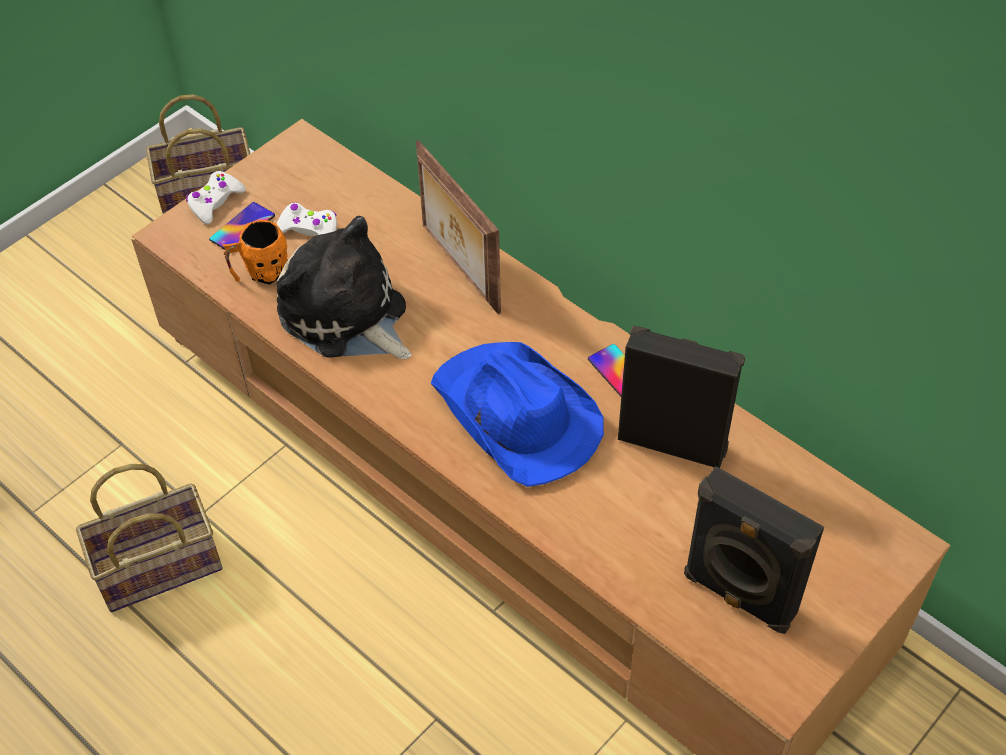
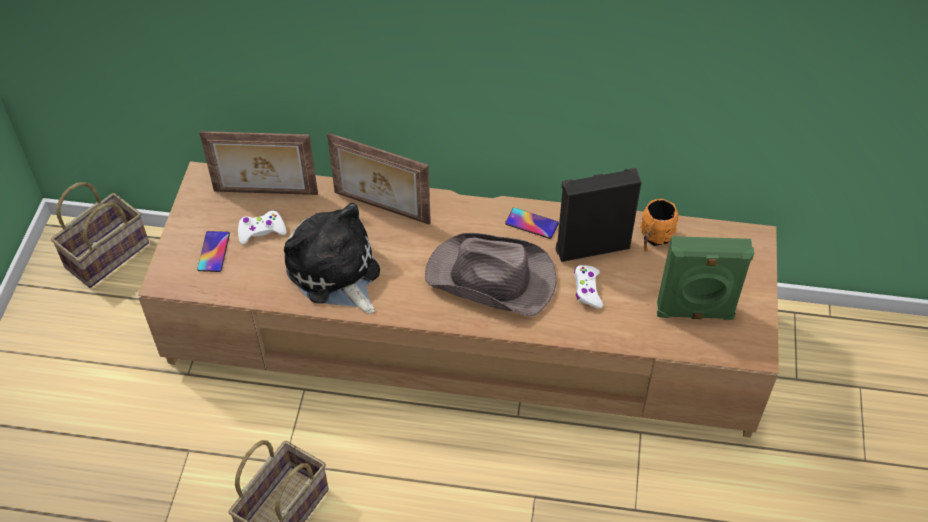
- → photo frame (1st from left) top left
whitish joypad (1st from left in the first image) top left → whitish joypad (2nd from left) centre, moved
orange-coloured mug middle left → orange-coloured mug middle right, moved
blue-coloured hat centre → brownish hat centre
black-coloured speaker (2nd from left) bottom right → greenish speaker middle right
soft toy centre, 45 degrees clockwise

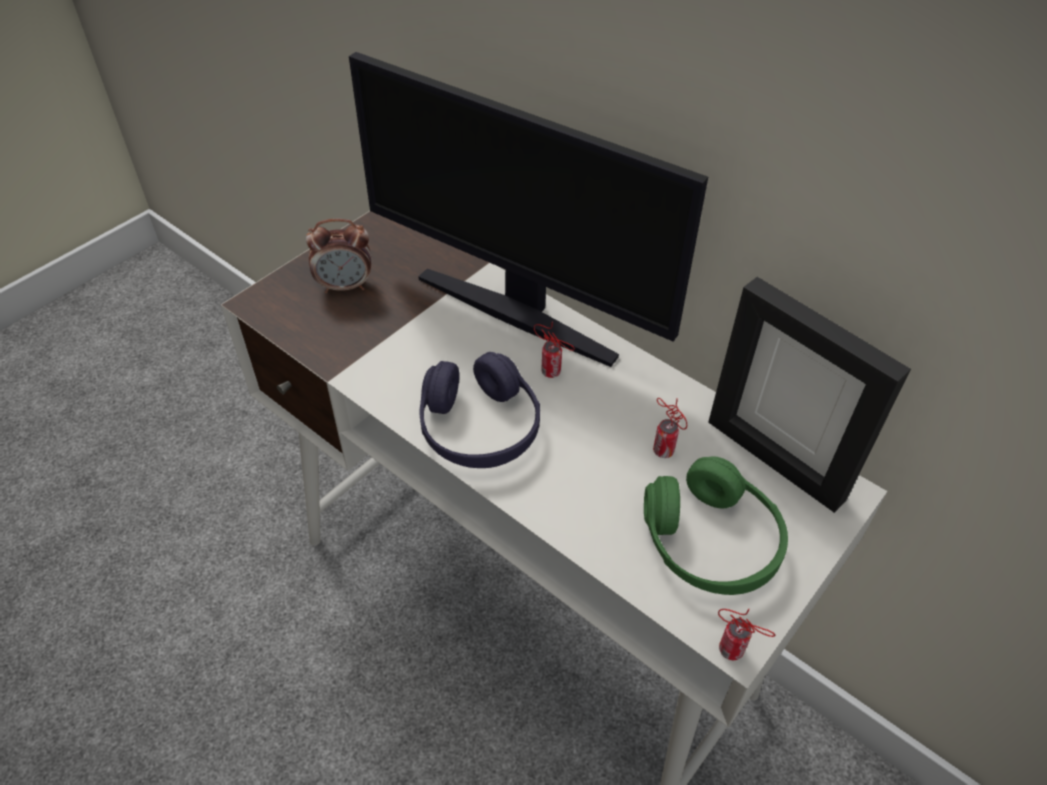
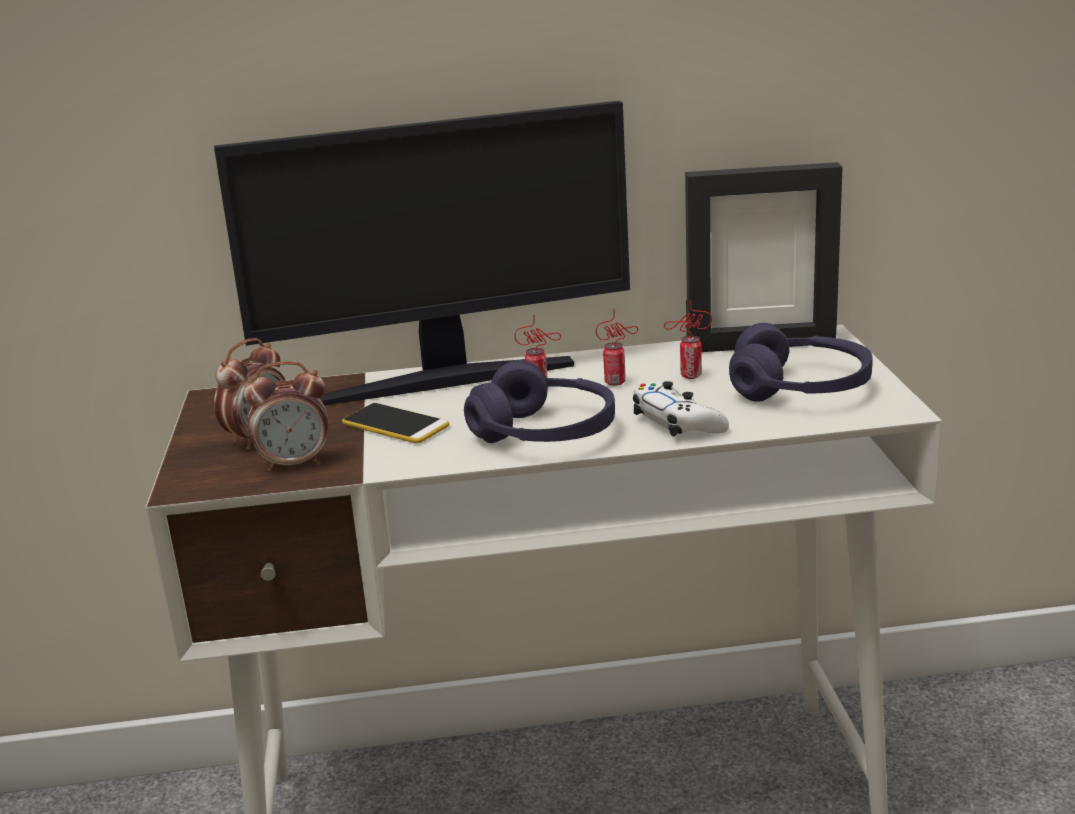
- → table clock (2nd from left) middle left
- → handset centre
- → whitish joypad centre
can (3rd from left in the first image) bottom right → can (2nd from left) centre, moved
greenish headset bottom right → purplish headset (2nd from left) middle right

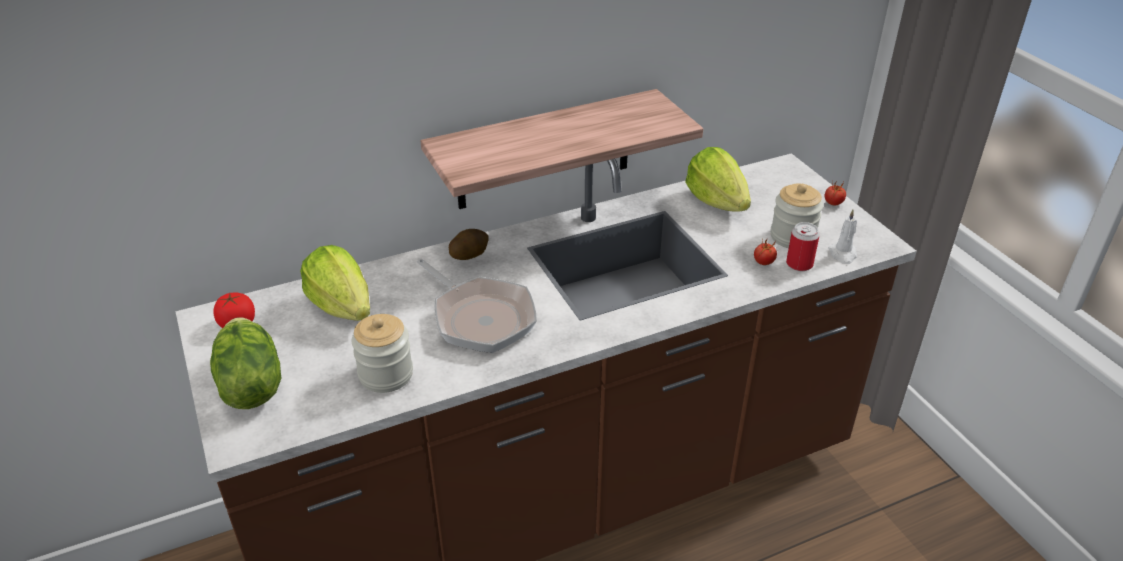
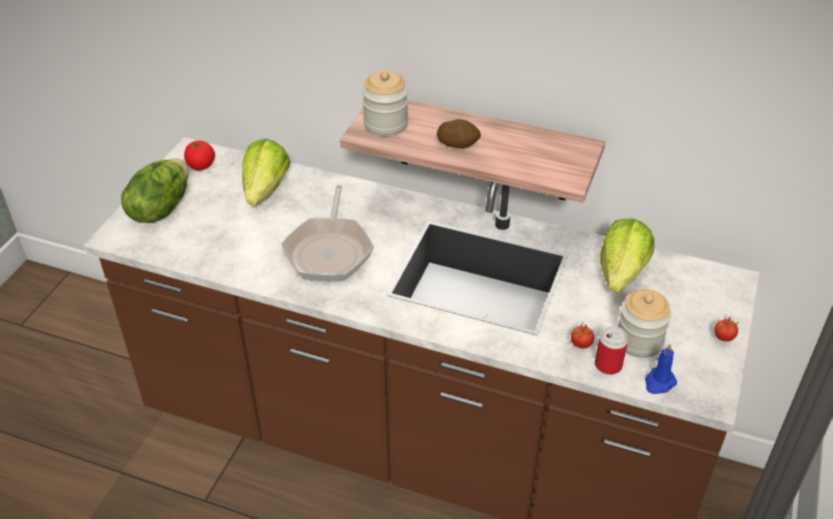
jar (1st from left) centre → jar (1st from left) top centre, moved
potato centre → potato top centre, moved
whitish candle middle right → blue-coloured candle bottom right

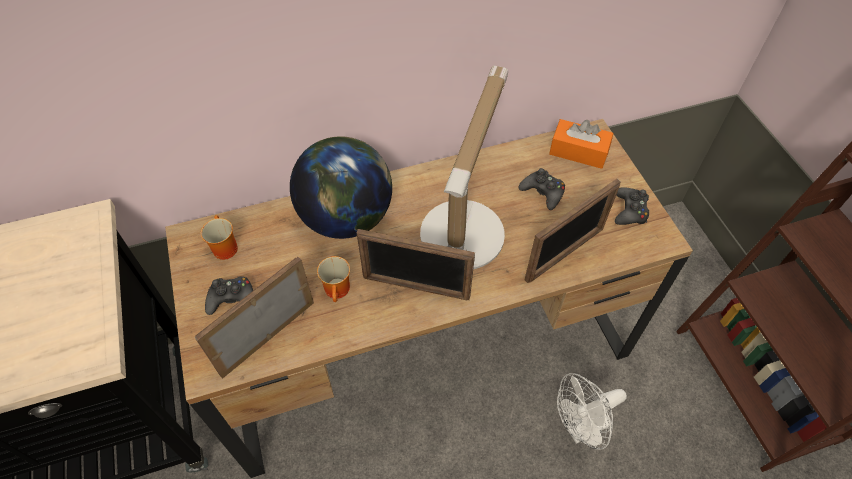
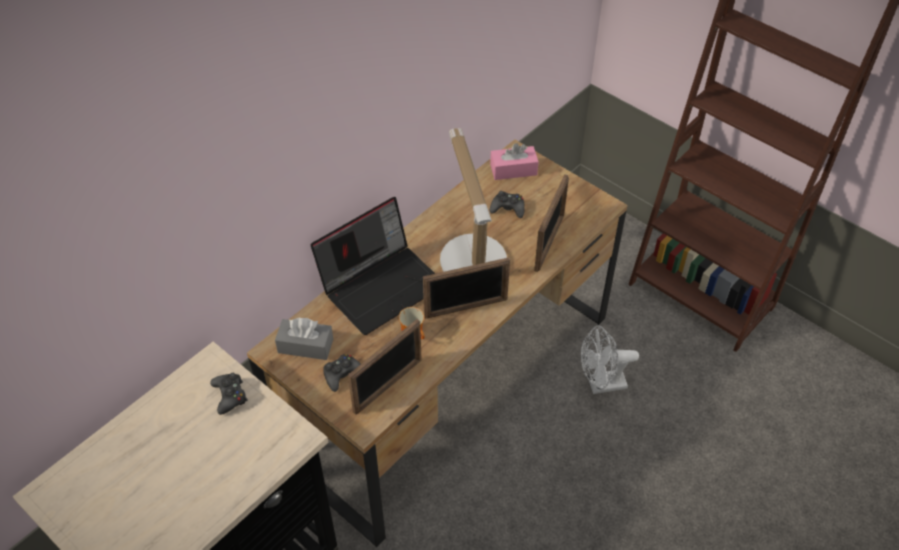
black-coloured joypad (3rd from left in the first image) middle right → black-coloured joypad (1st from left) bottom left, moved
mug (1st from left) middle left → greyish box of tissues centre
world globe centre → notebook computer centre
orange-coloured box of tissues top right → pinkish box of tissues top centre
photo frame (1st from left) middle left → photo frame (1st from left) bottom centre, 150 degrees counterclockwise
whitish fan bottom right → whitish fan middle right, 45 degrees clockwise

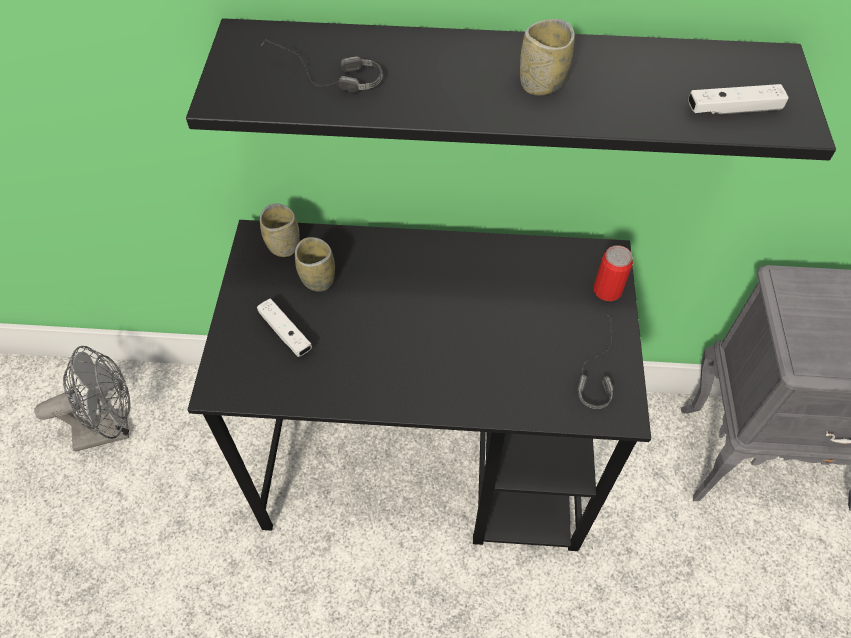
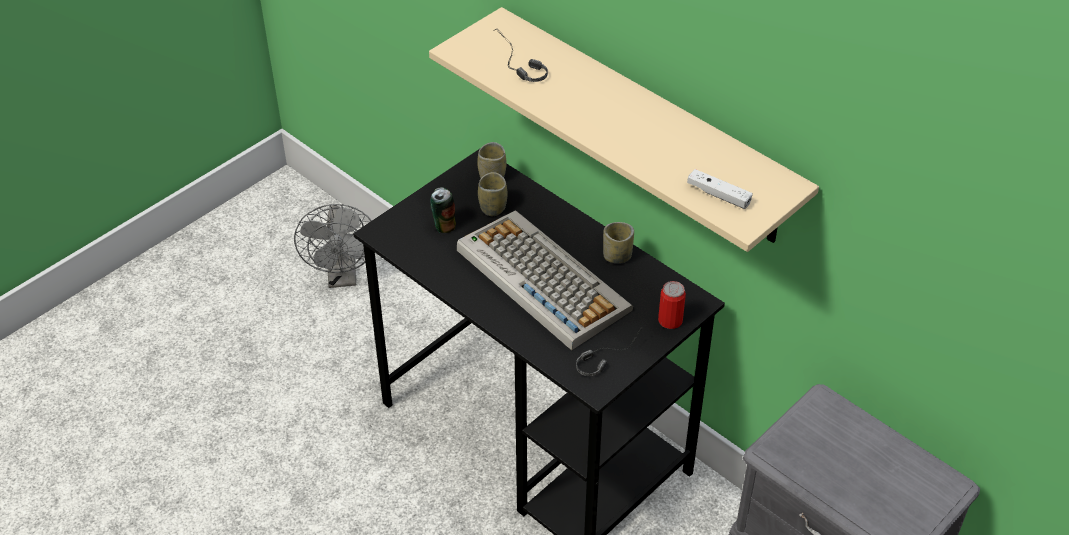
- → keyboard centre
small cup (3rd from left) top centre → small cup (3rd from left) centre, moved
whitish joypad (1st from left) centre → can (1st from left) centre
black-coloured shelf top centre → beige shelf top centre
greyish fan middle left, 60 degrees clockwise

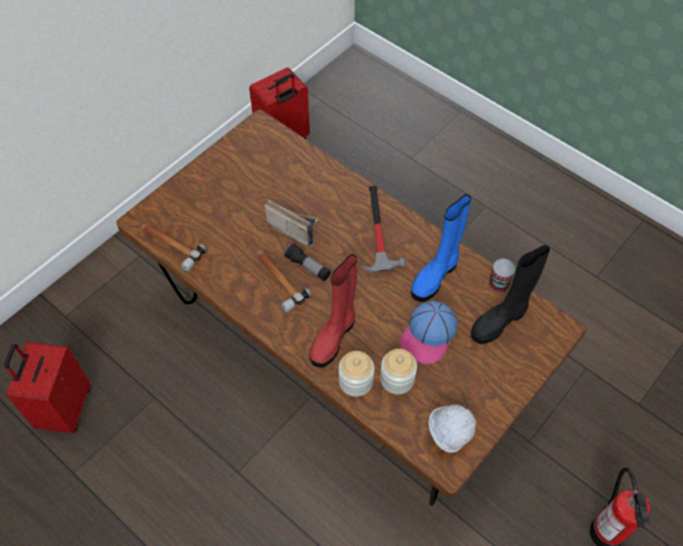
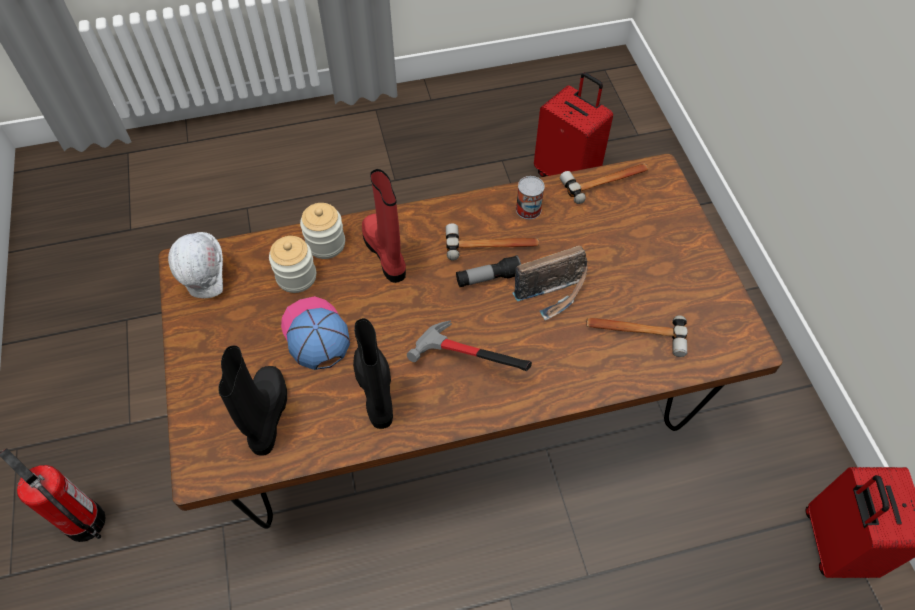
- → hammer (4th from left) middle right
can middle right → can top centre, moved
blue-coloured high-top boot centre → black-coloured high-top boot (2nd from left) centre

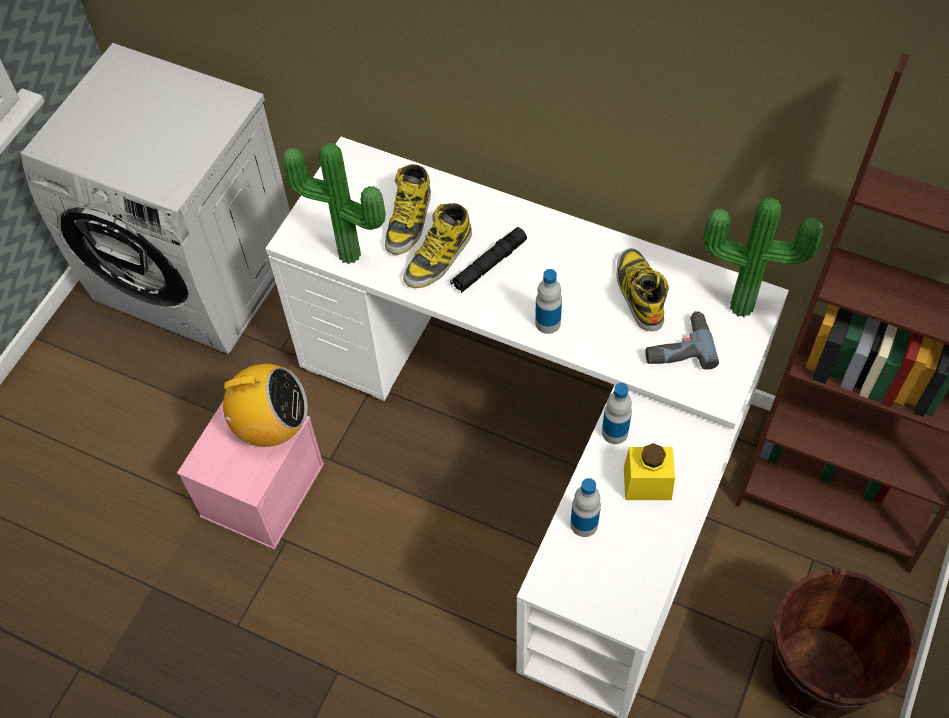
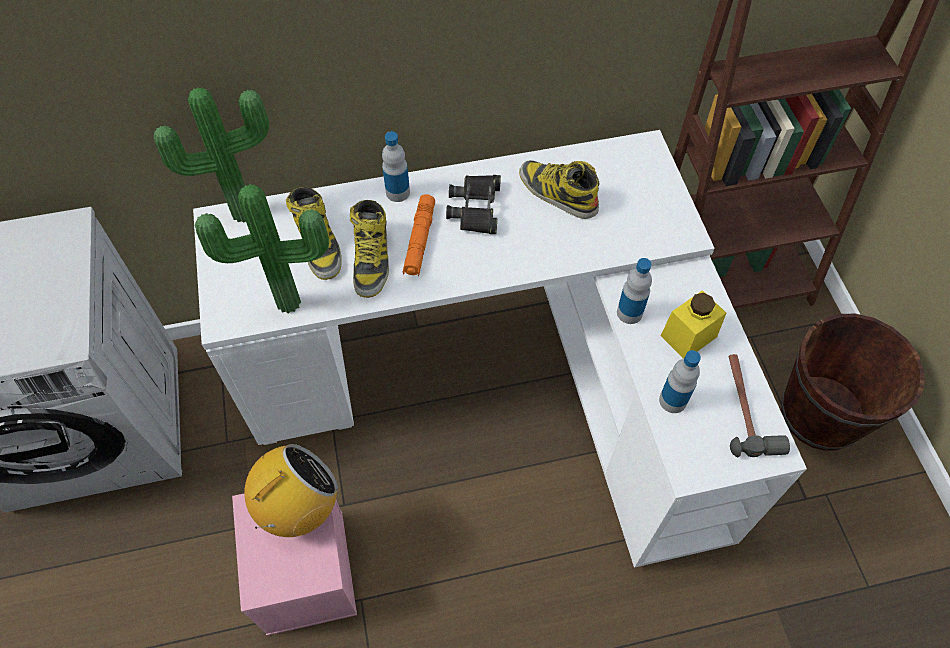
drill middle right → -
- → black-coloured pair of binoculars top centre
- → hammer middle right
bottle (1st from left) centre → bottle (1st from left) top centre, moved
houseplant (2nd from left in the first image) middle right → houseplant (1st from left) top left, moved
black-coloured flashlight centre → orange-coloured flashlight centre

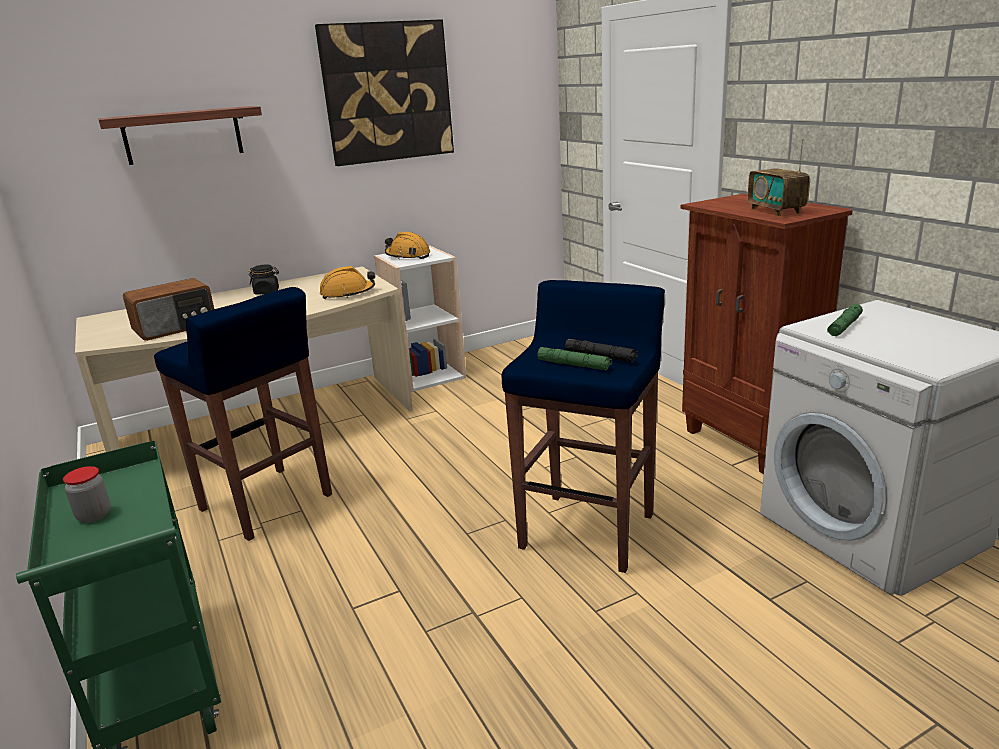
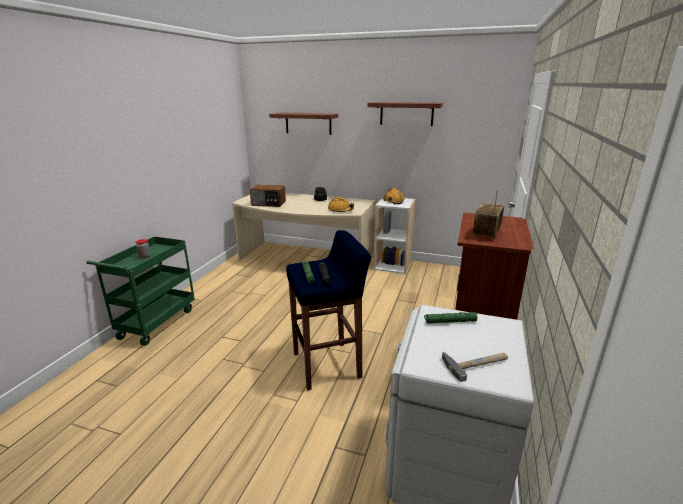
blue-coloured stool (1st from left) middle left → -
- → hammer bottom right
picture top centre → shelf (2nd from left) top centre

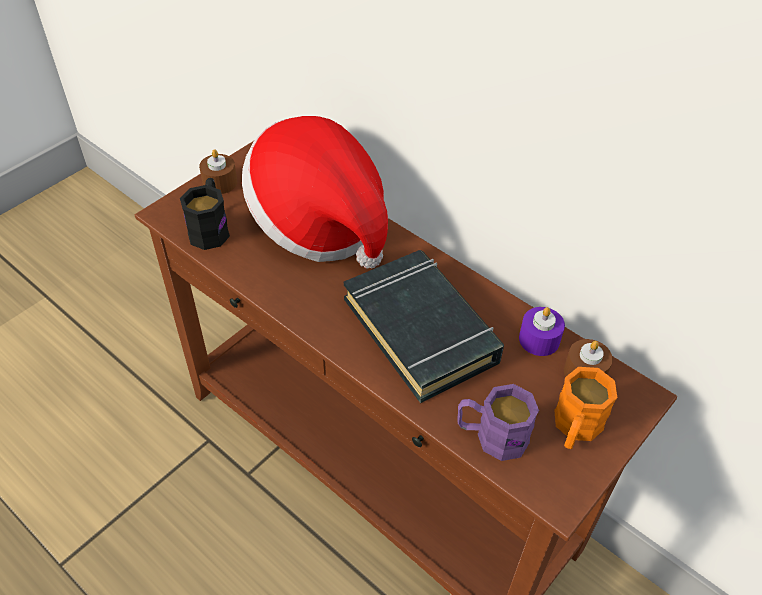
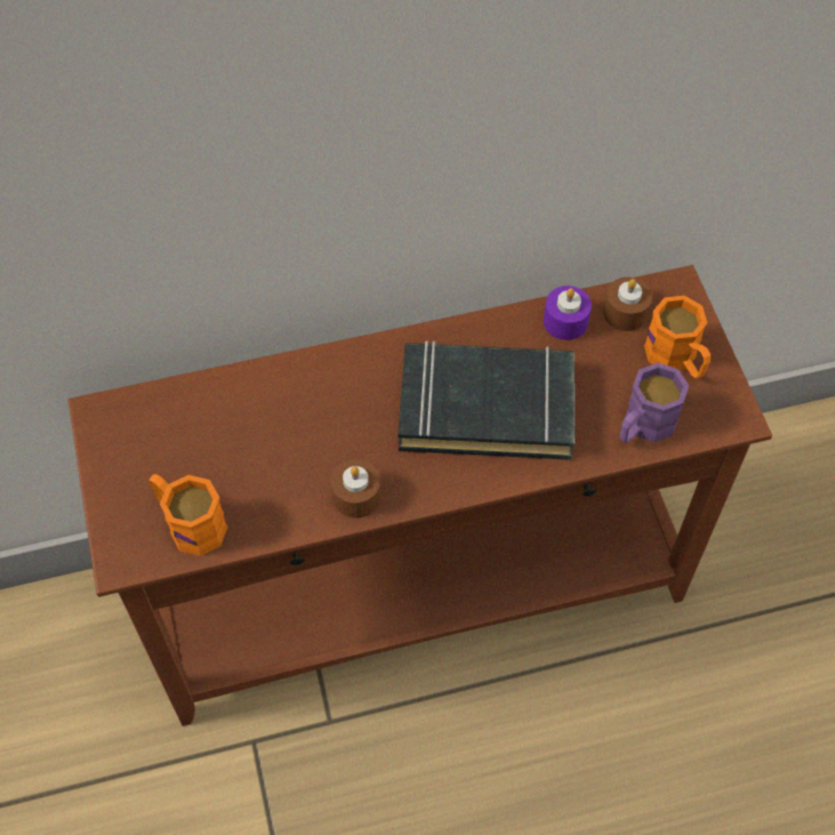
hat top centre → -
brownish candle (1st from left) top left → brownish candle (1st from left) centre, moved
black-coloured mug middle left → orange-coloured mug (1st from left) middle left

